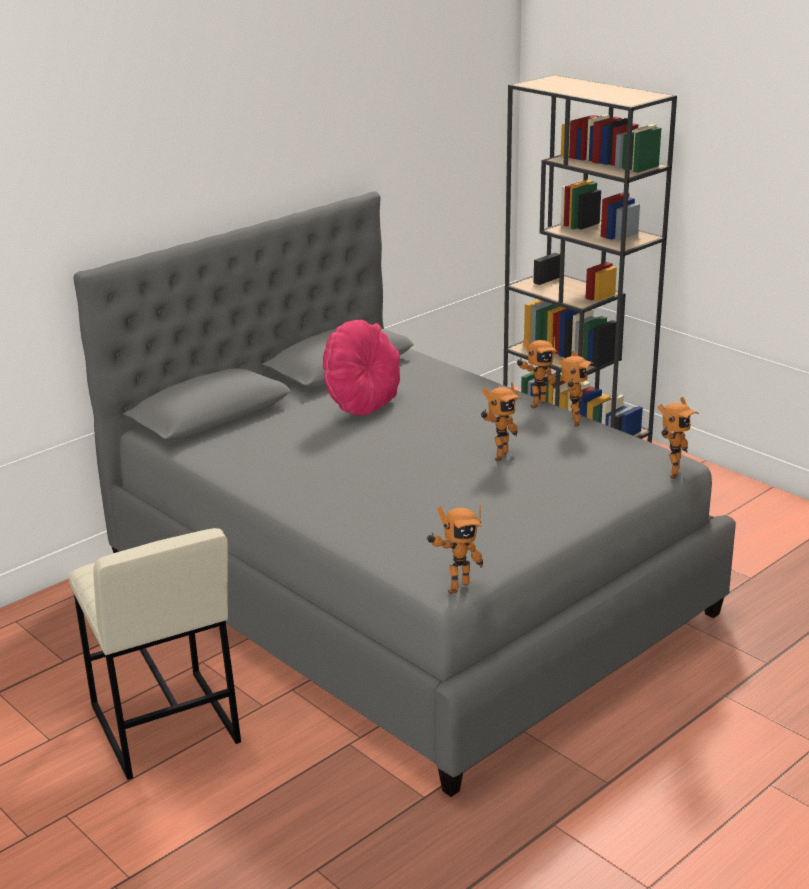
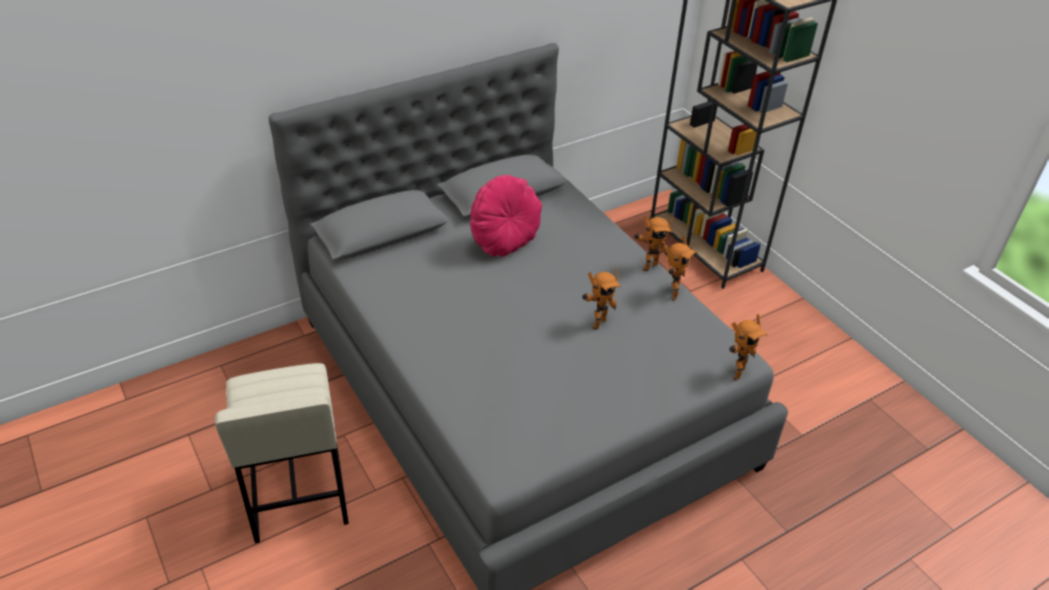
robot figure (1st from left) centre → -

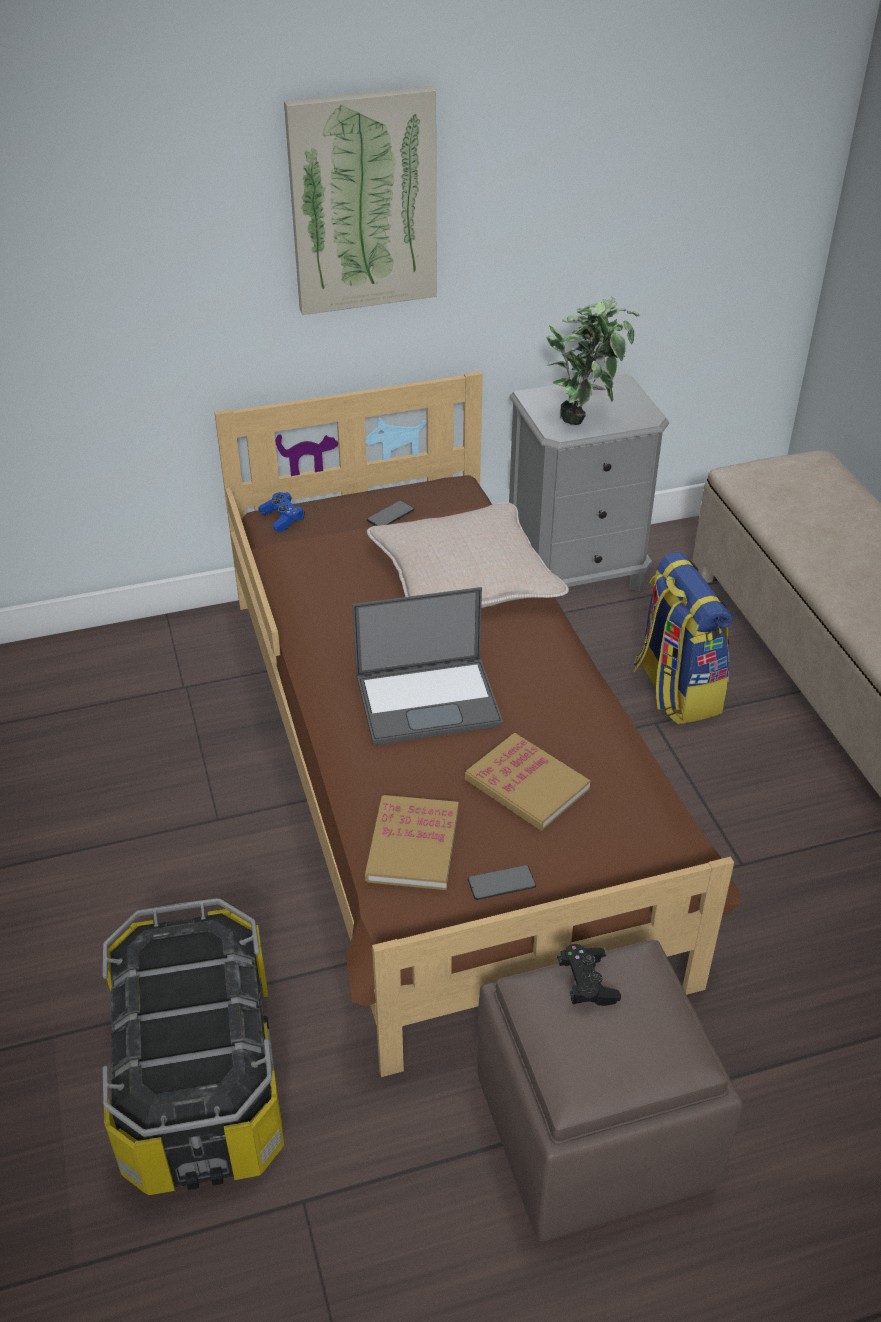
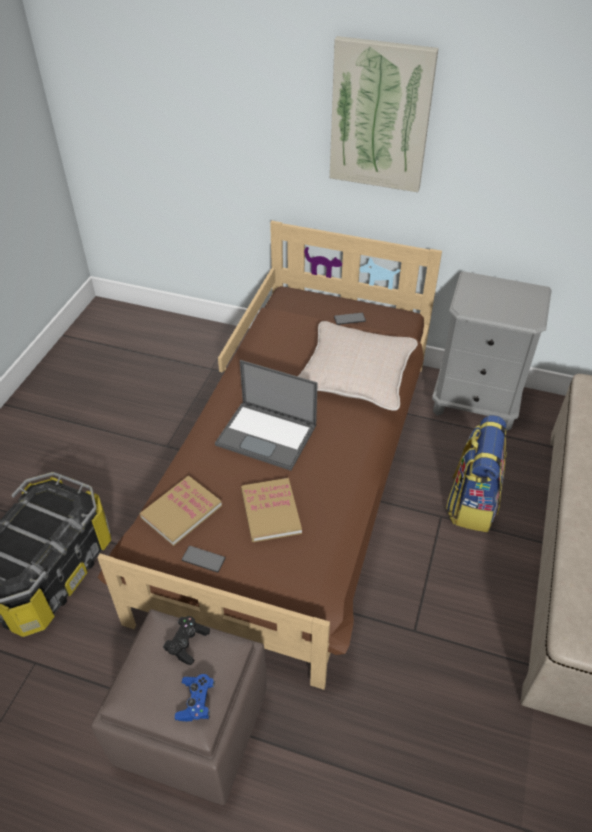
houseplant top right → -
blue-coloured joypad middle left → blue-coloured joypad bottom left, moved

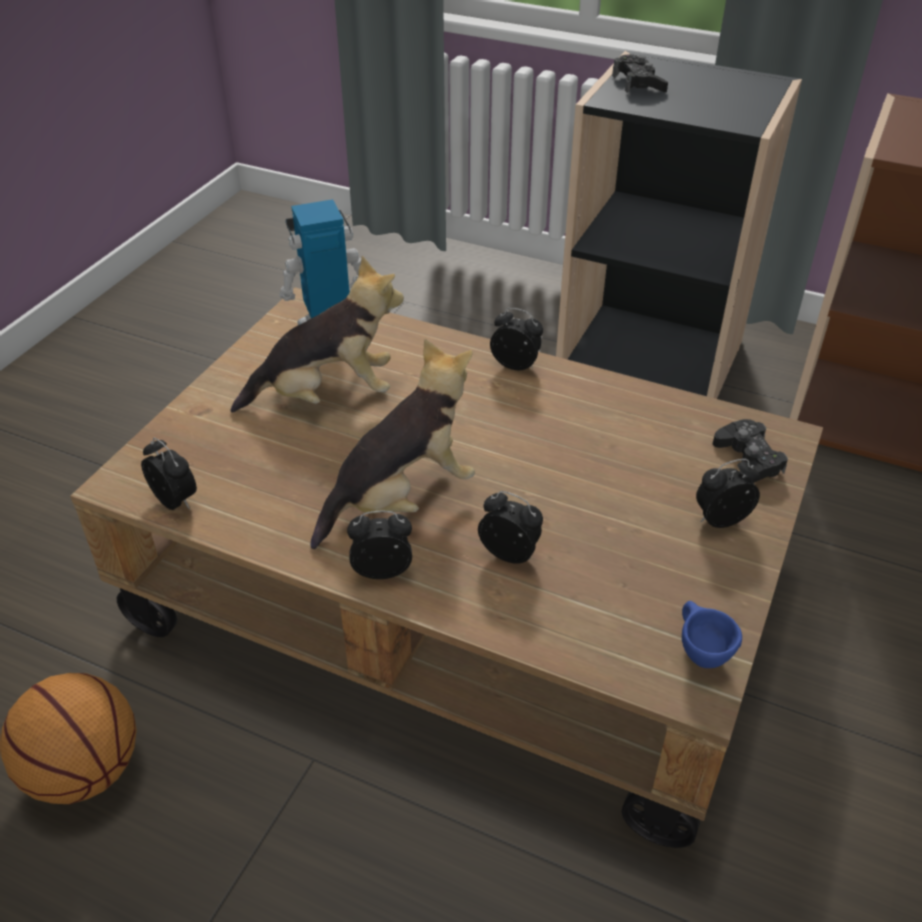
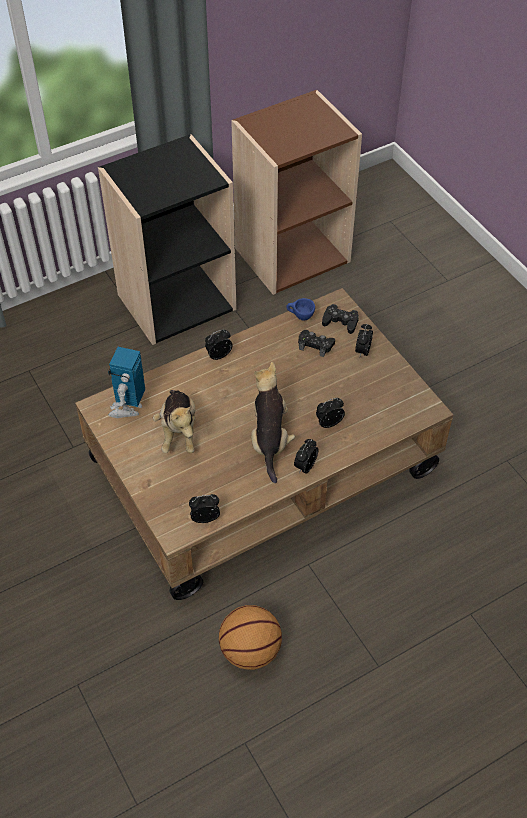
black-coloured joypad (1st from left) top right → black-coloured joypad (1st from left) centre, moved
blue-coloured small cup bottom right → blue-coloured small cup centre, moved
soft toy (1st from left) centre → soft toy (1st from left) middle left, 150 degrees clockwise

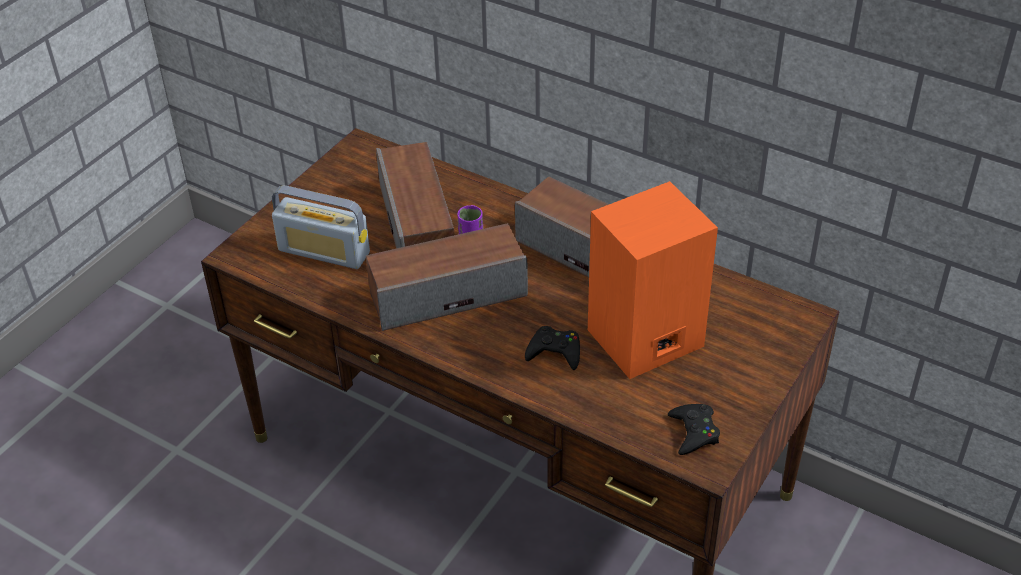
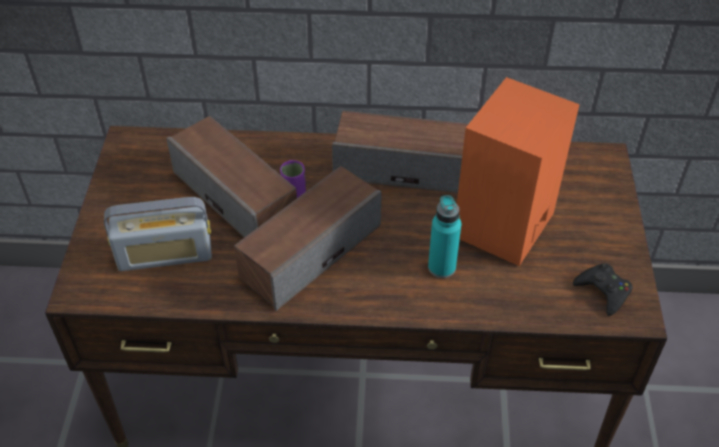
black-coloured joypad (1st from left) centre → turquoise-coloured bottle centre

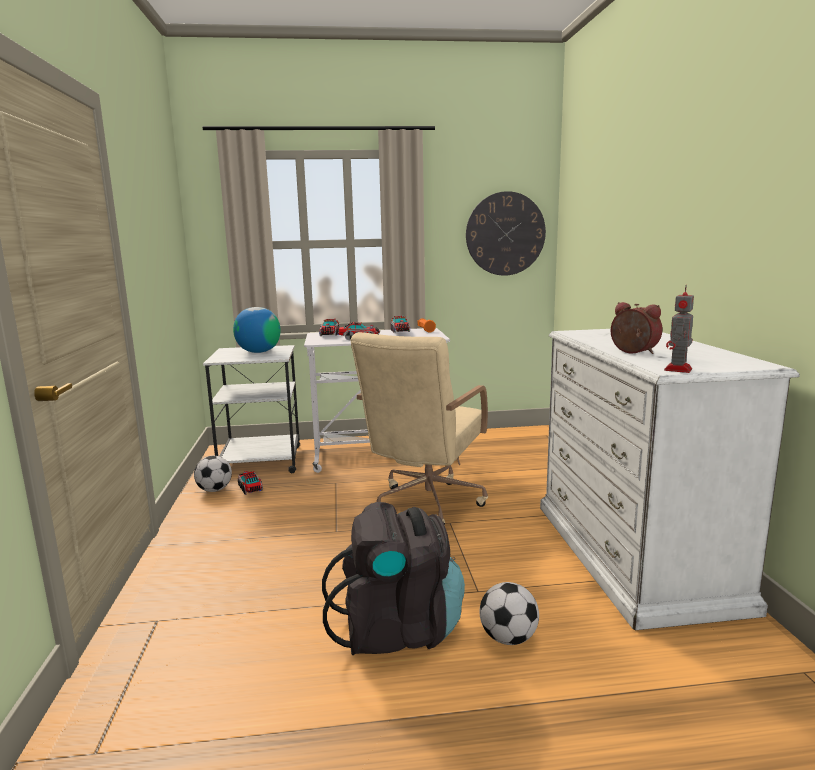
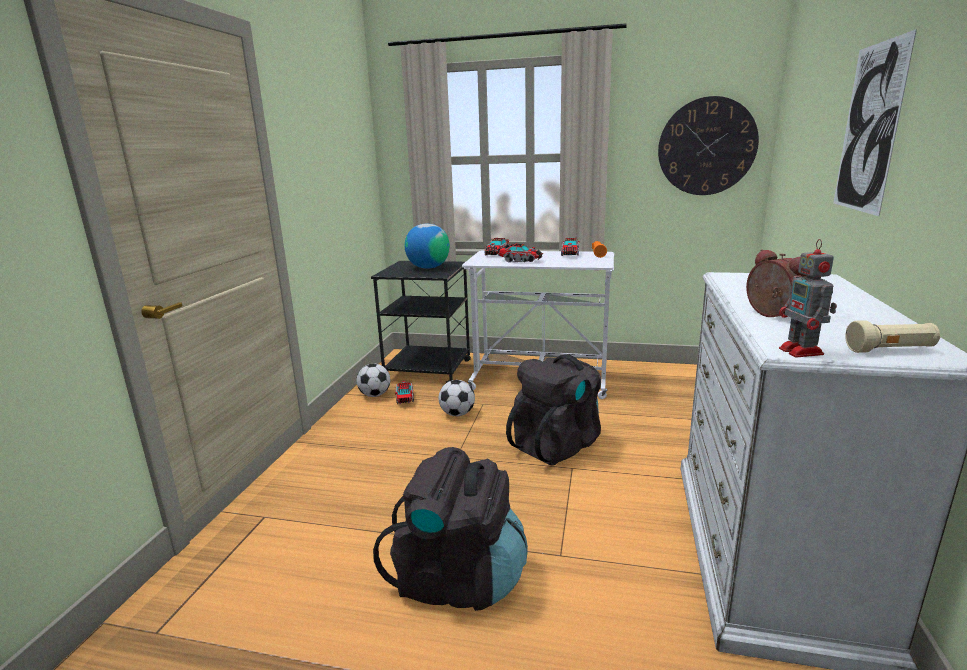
- → picture top right
- → beige flashlight middle right
football (2nd from left) bottom centre → football (2nd from left) centre, moved
beige computer chair centre → black-coloured knapsack (2nd from left) centre
whitish trolley middle left → black-coloured trolley centre
robot figure middle right, 60 degrees counterclockwise

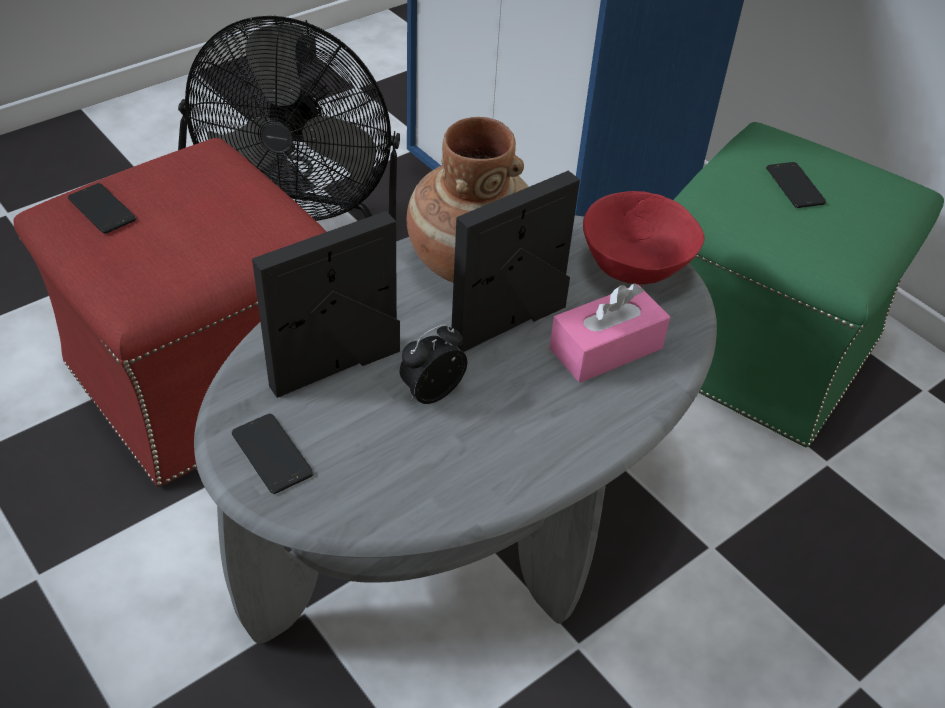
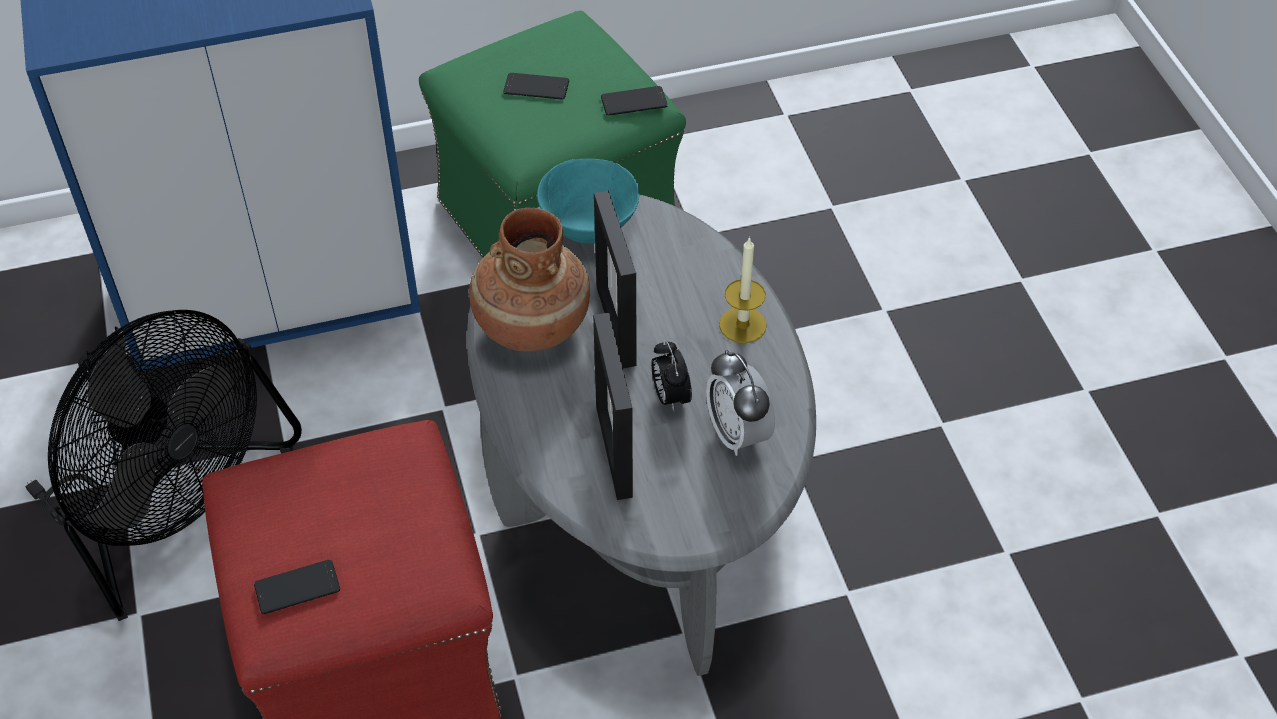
pinkish box of tissues centre → -
- → table clock (2nd from left) centre
- → candle centre
handset (2nd from left in the first image) middle left → handset (3rd from left) top centre, moved
red-coloured deep dish middle right → turquoise-coloured deep dish top centre

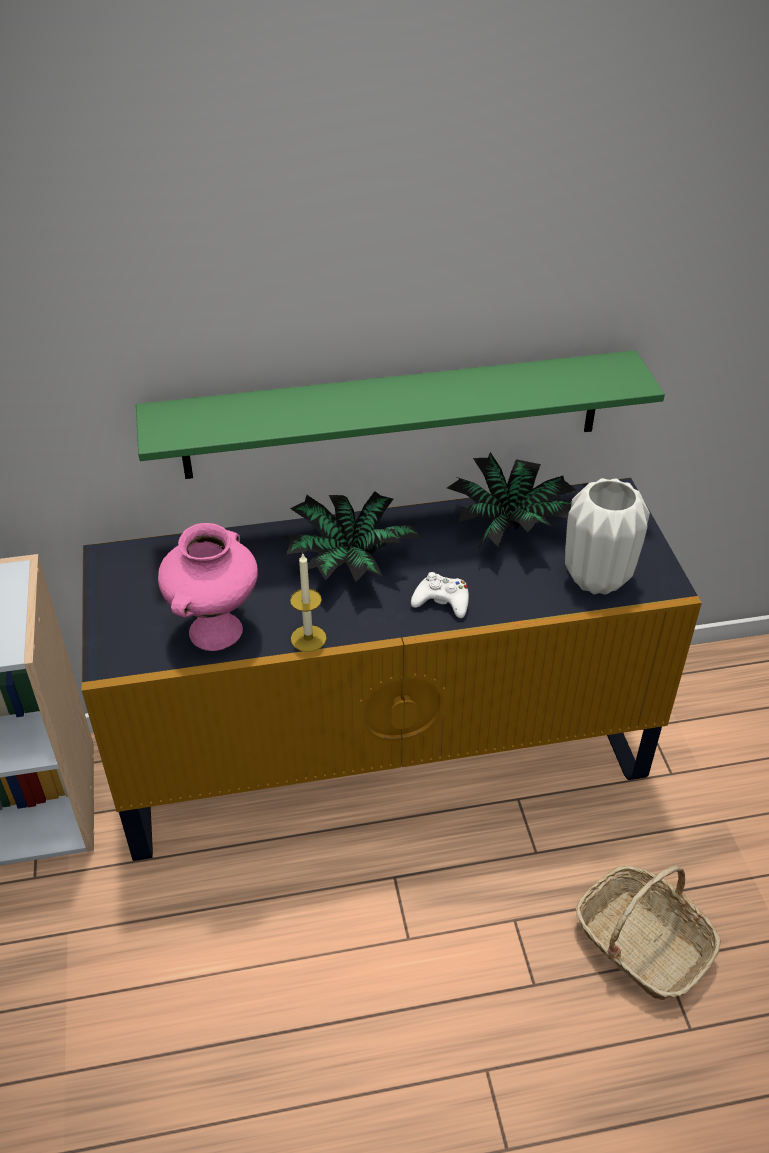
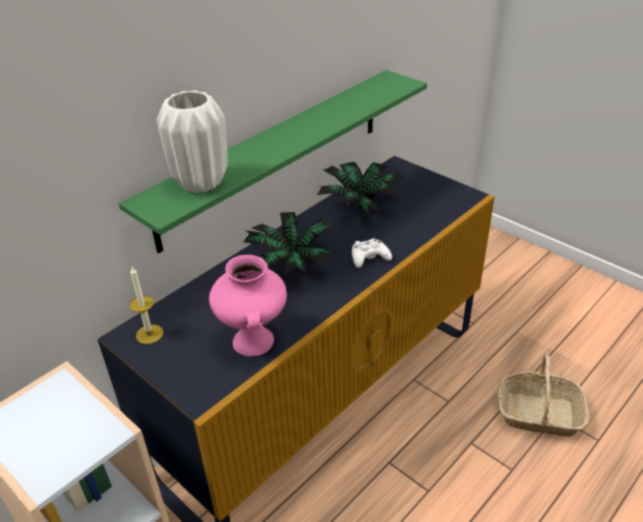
candle centre → candle middle left, moved
whitish vase middle right → whitish vase top left, moved

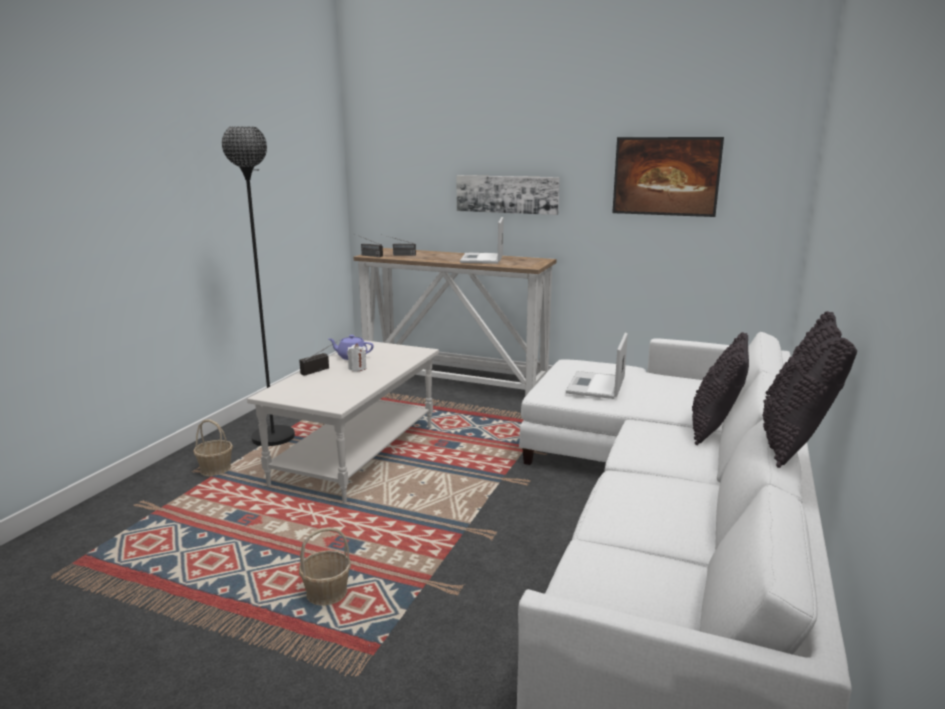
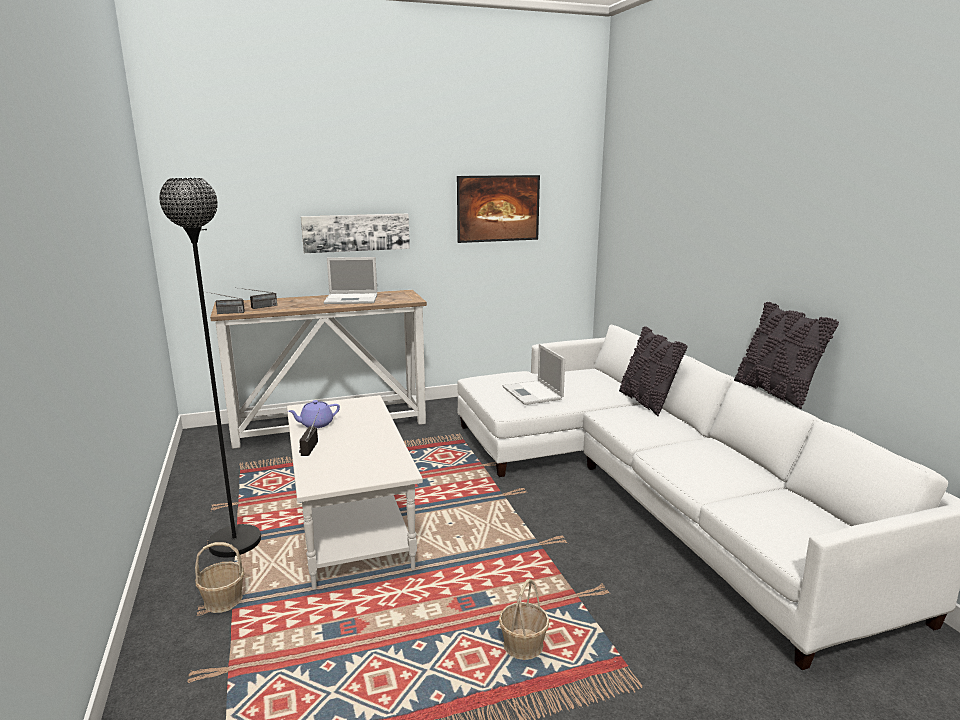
whitish candle centre → -
notebook computer (1st from left) centre, 60 degrees counterclockwise

